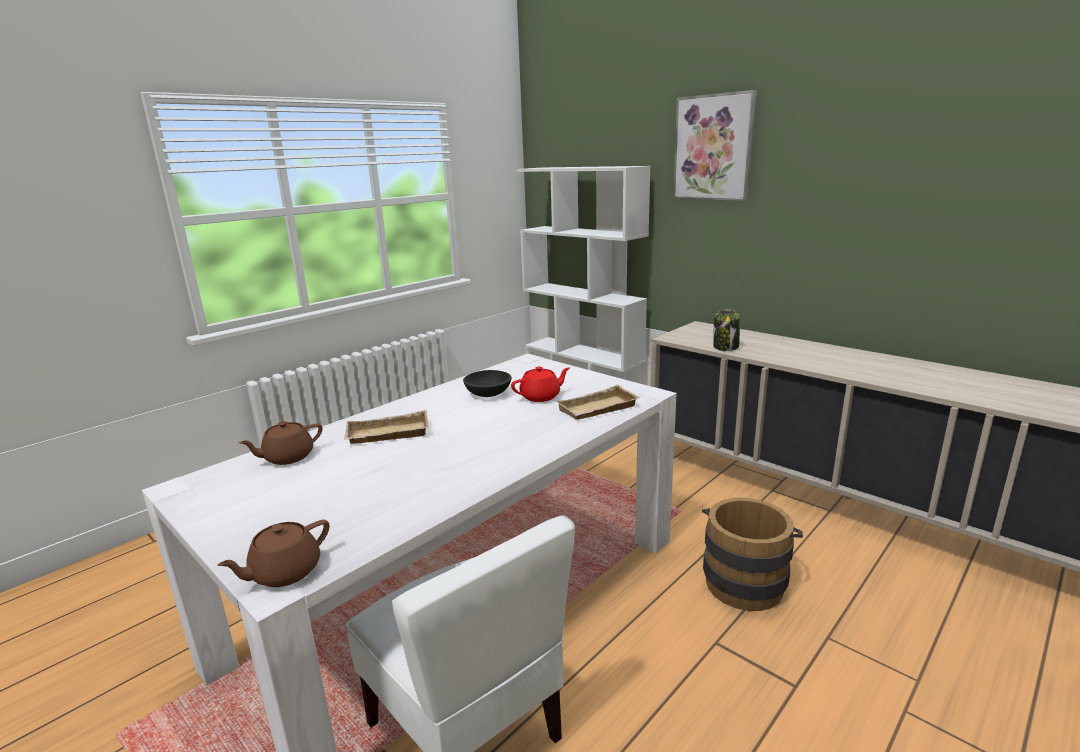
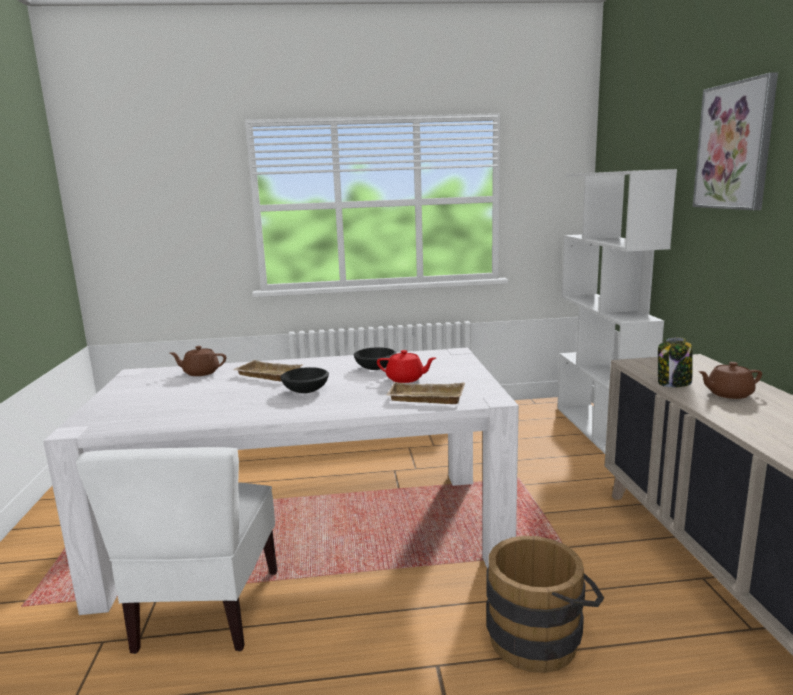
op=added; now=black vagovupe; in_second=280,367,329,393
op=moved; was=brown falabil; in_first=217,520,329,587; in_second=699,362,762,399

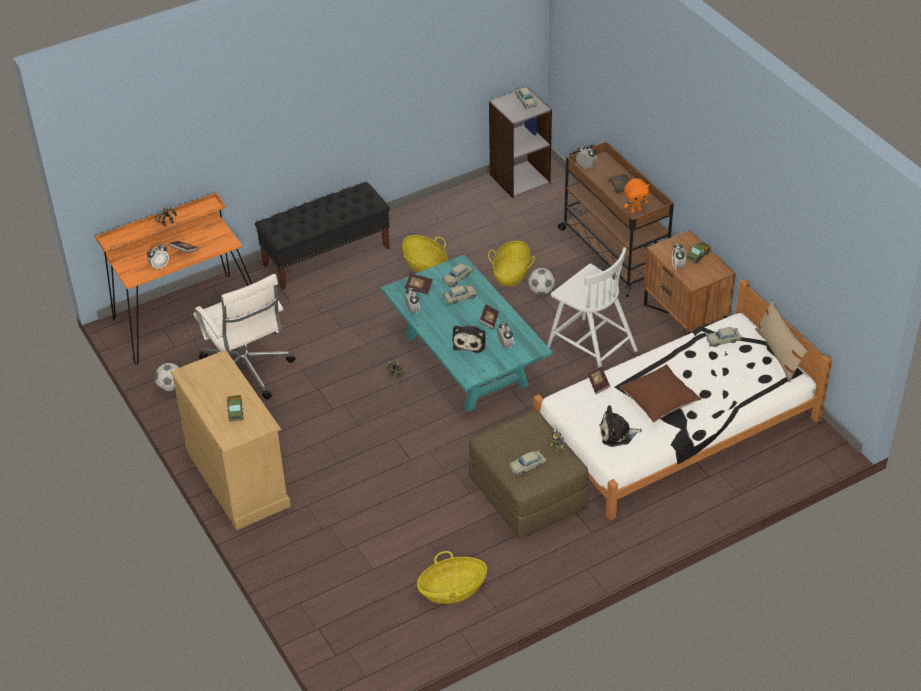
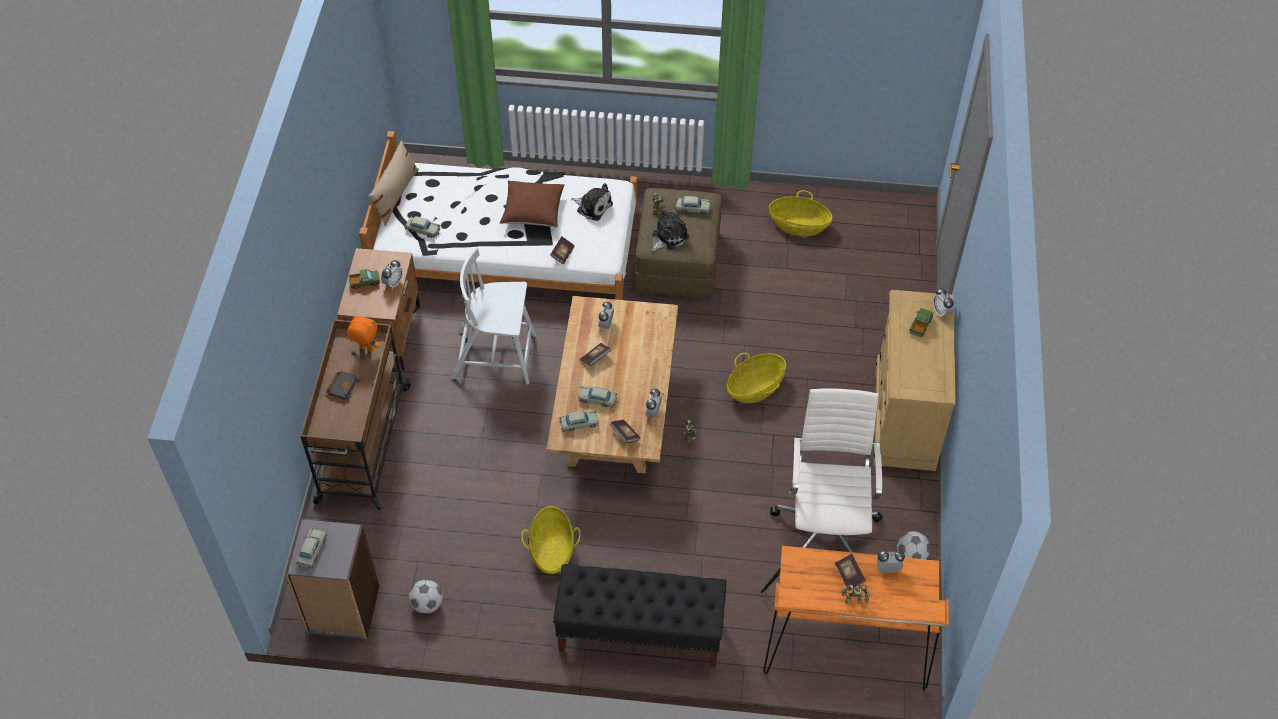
op=moved; was=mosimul; in_first=452,325,485,353; in_second=652,210,689,252
op=moved; was=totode; in_first=488,241,535,286; in_second=726,353,786,403
op=moved; was=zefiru; in_first=528,268,555,295; in_second=409,580,443,614
op=moved; was=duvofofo; in_first=576,145,596,168; in_second=933,288,954,318
op=recoloured; was=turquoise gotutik; now=beige gotutik; in_first=381,255,553,412; in_second=547,296,678,473
op=turned; was=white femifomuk; in_first=547,247,638,368; in_second=451,248,536,385; clockwise=-75

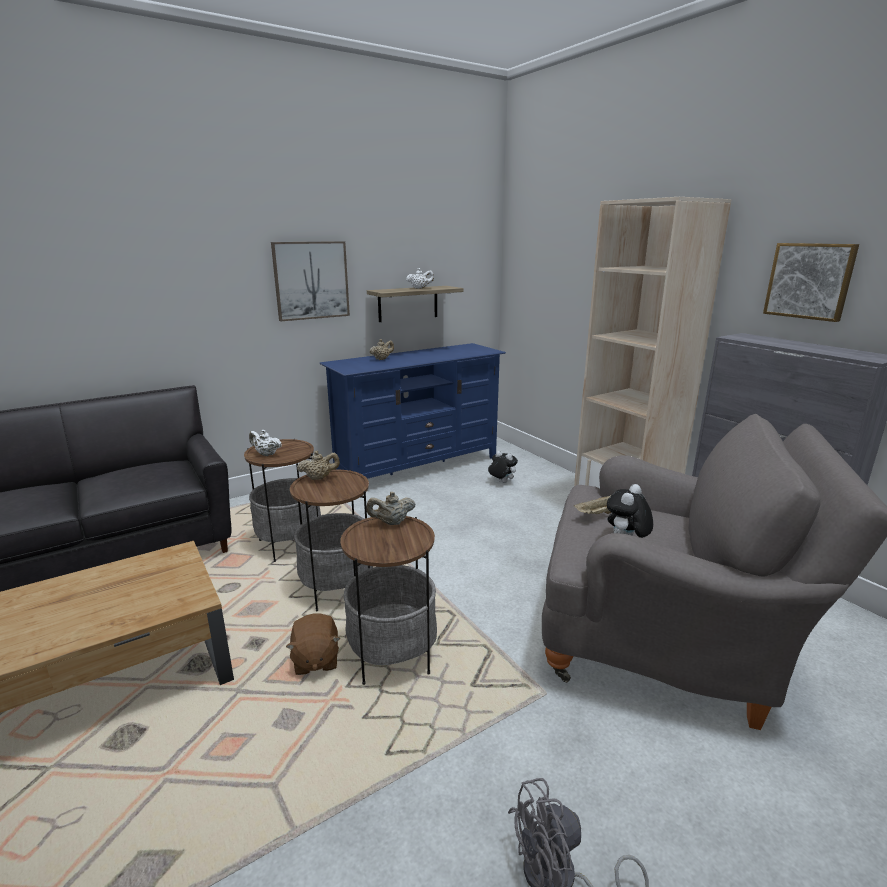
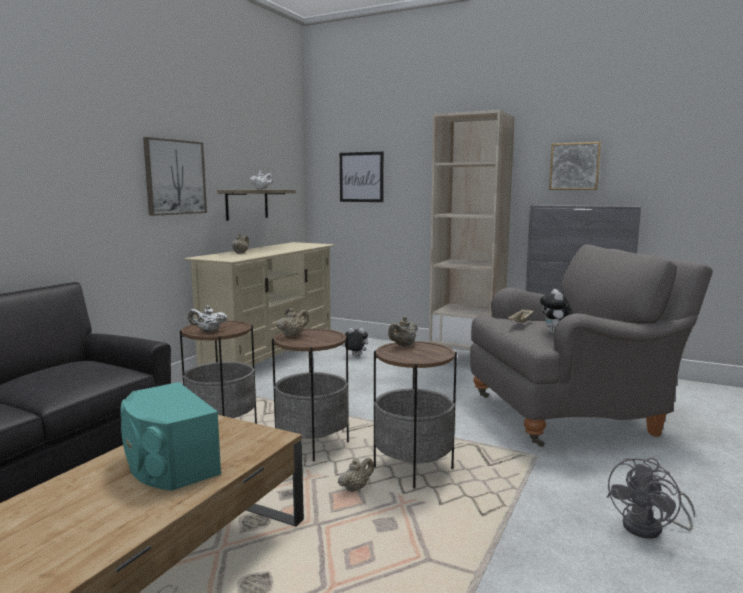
op=added; now=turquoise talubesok; in_second=120,382,221,491
op=added; now=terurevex; in_second=340,152,384,202
op=replaced; was=brown mosimul; now=beige falabil; in_first=286,614,340,675; in_second=338,458,374,492
op=recoloured; was=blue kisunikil; now=beige kisunikil; in_first=319,343,506,479; in_second=184,242,335,367

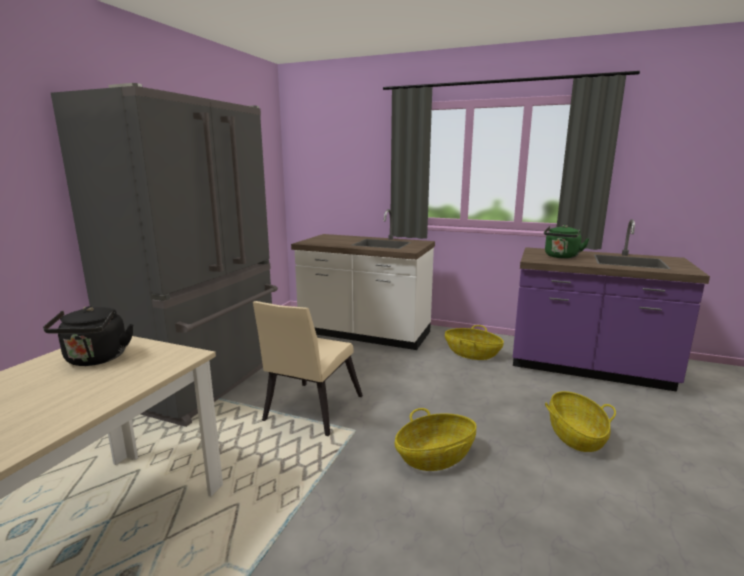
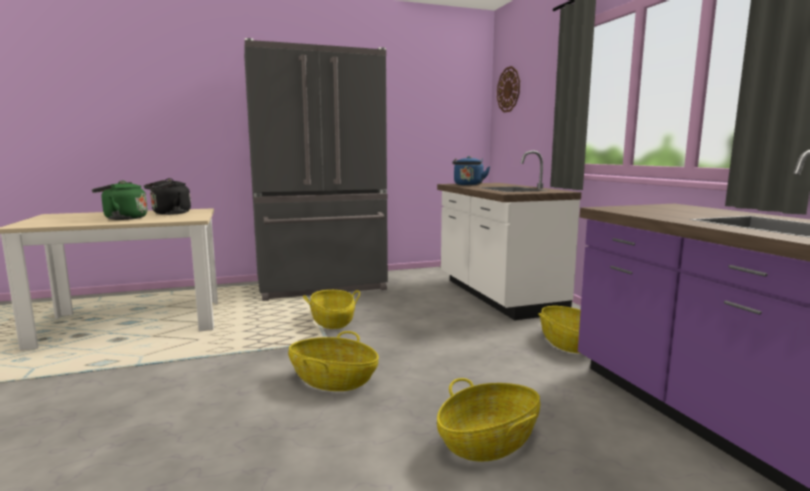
op=added; now=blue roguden; in_second=452,156,490,185
op=added; now=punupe; in_second=497,66,520,113
op=moved; was=green roguden; in_first=544,225,590,259; in_second=92,181,147,220
op=replaced; was=beige femifomuk; now=totode; in_first=253,301,363,436; in_second=303,290,360,329

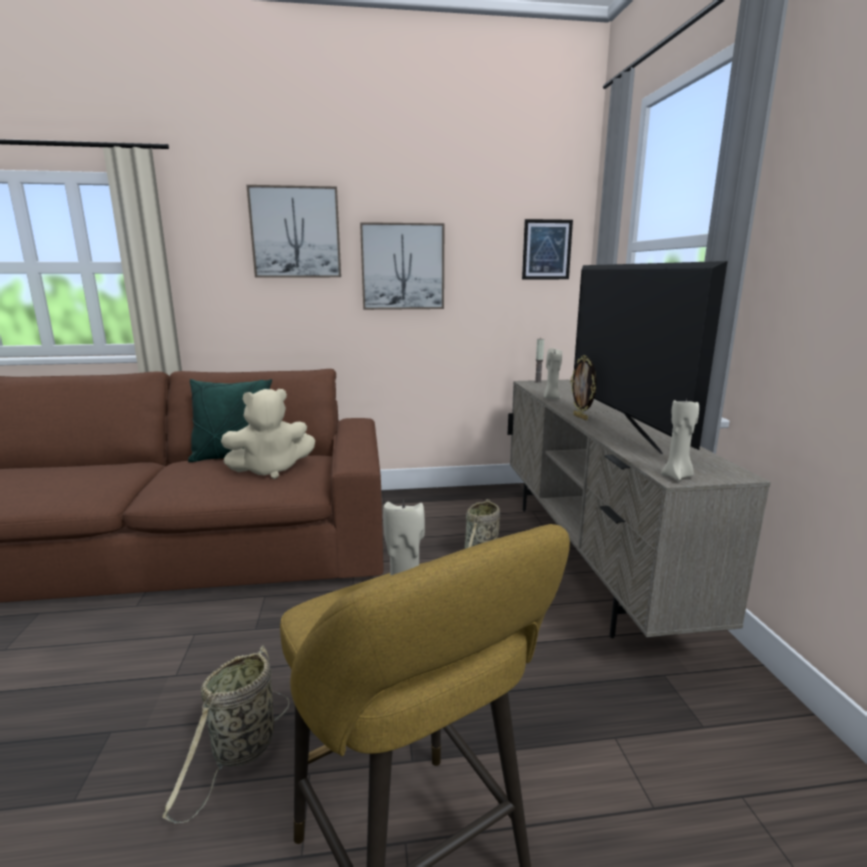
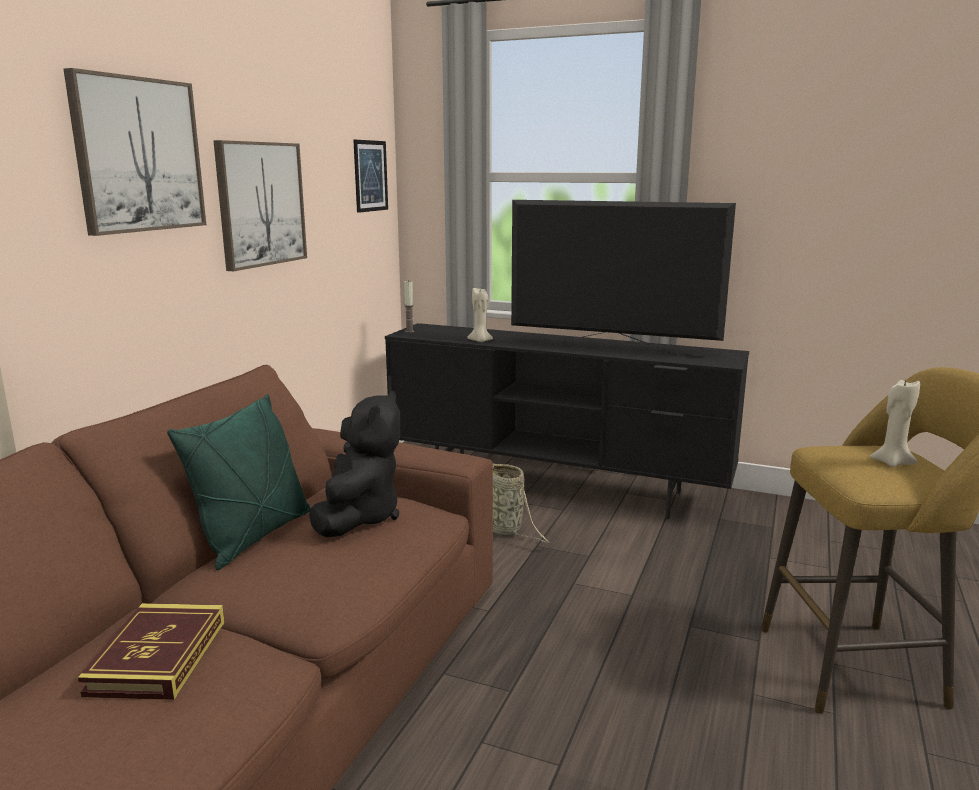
op=removed; was=totode; in_first=162,646,289,824
op=removed; was=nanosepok; in_first=570,355,596,420
op=removed; was=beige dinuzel; in_first=661,399,699,481
op=added; now=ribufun; in_second=78,603,224,700
op=recoloured; was=beige mosimul; now=black mosimul; in_first=221,389,315,479; in_second=309,390,400,537
op=recoloured; was=beige kisunikil; now=black kisunikil; in_first=508,380,771,638; in_second=385,323,749,519

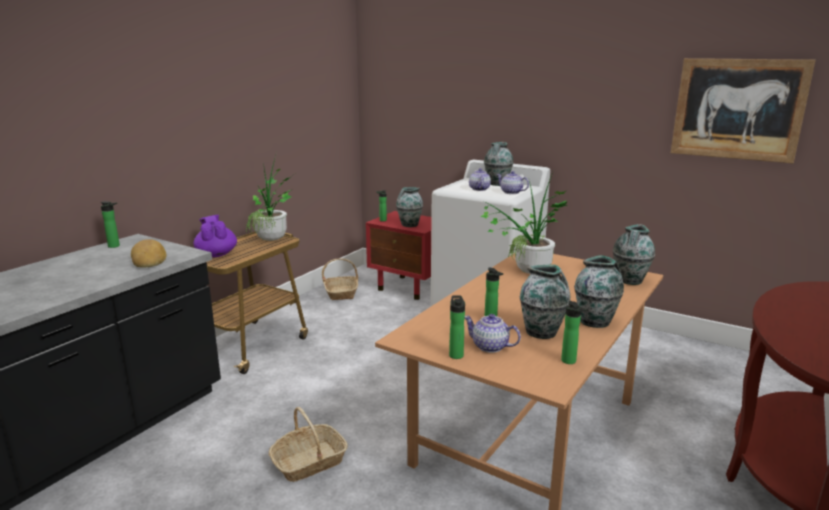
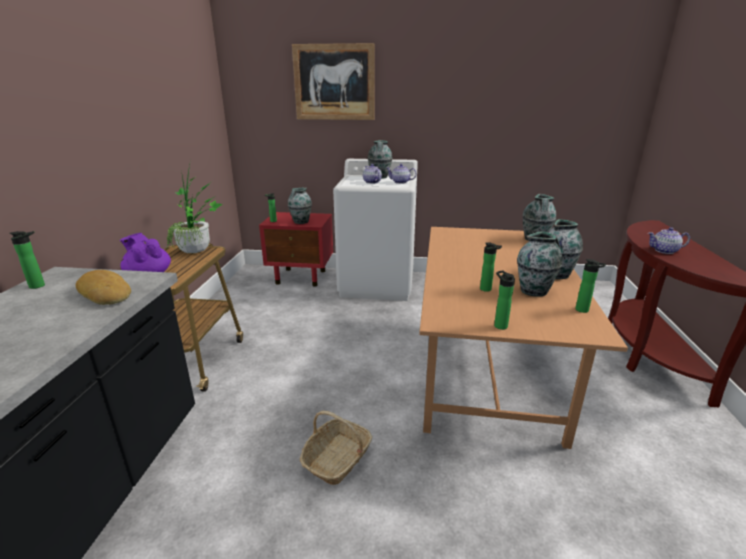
op=removed; was=totode; in_first=322,258,358,300
op=removed; was=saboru; in_first=480,172,567,274
op=moved; was=falabil; in_first=465,314,521,353; in_second=648,227,690,254
op=moved; was=terurevex; in_first=671,58,816,164; in_second=292,43,375,120

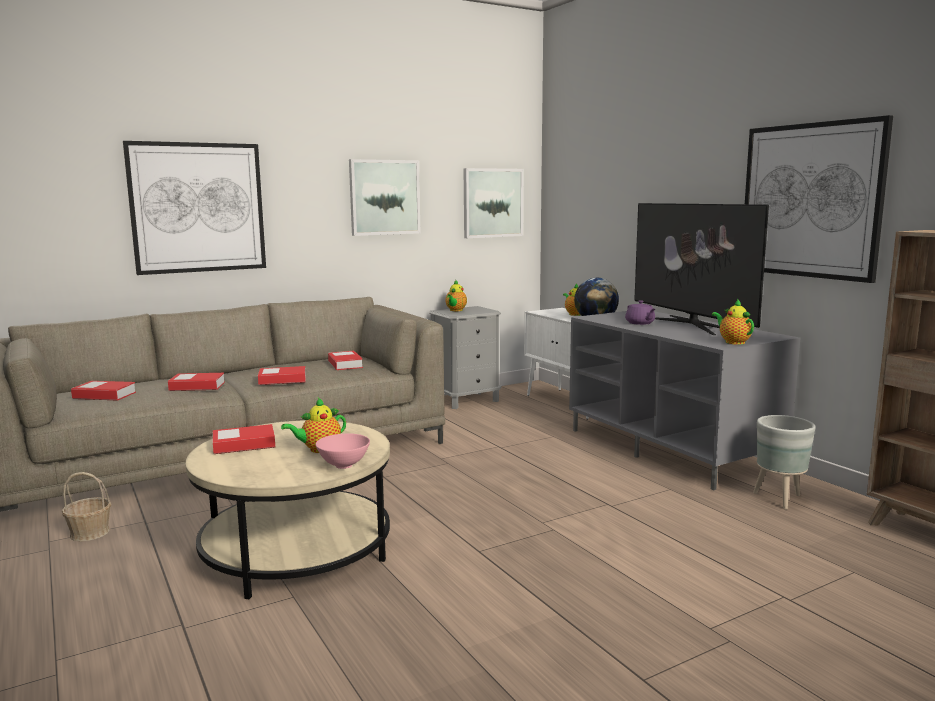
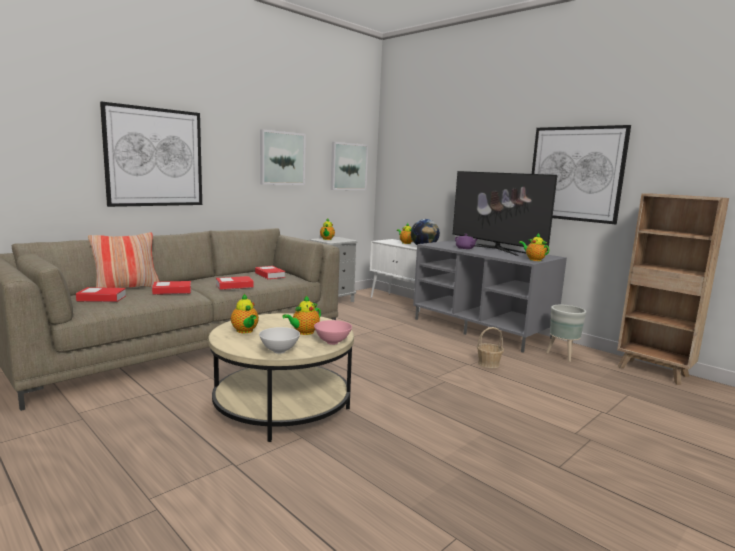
op=added; now=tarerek; in_second=88,232,160,288
op=added; now=white vagovupe; in_second=259,327,300,354
op=moved; was=totode; in_first=62,472,111,541; in_second=477,327,504,368
op=replaced; was=ribufun; now=falabil; in_first=213,424,275,454; in_second=231,294,259,333

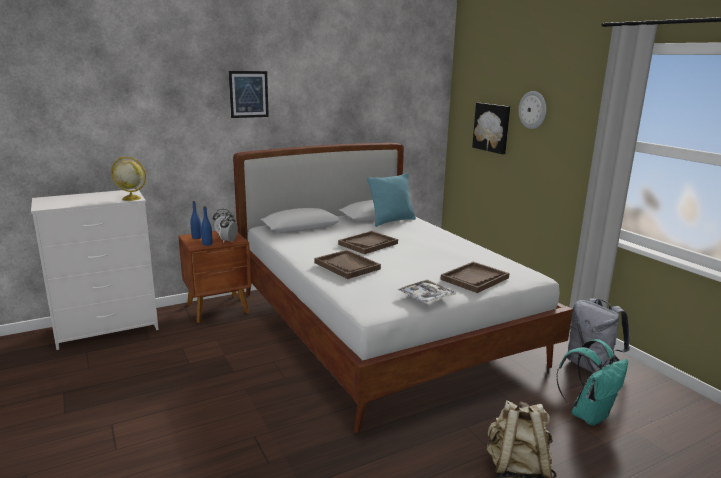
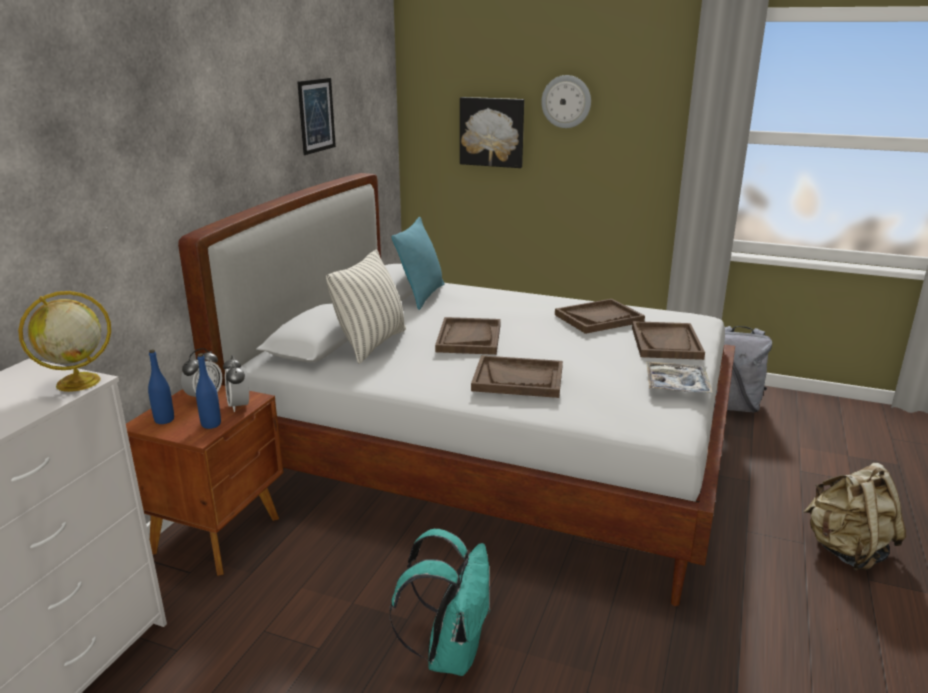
op=added; now=tarerek; in_second=326,250,406,364
op=added; now=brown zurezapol; in_second=555,299,645,334
op=moved; was=terurevex; in_first=229,71,269,118; in_second=297,78,336,155
op=moved; was=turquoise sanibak; in_first=556,339,628,426; in_second=390,529,491,676

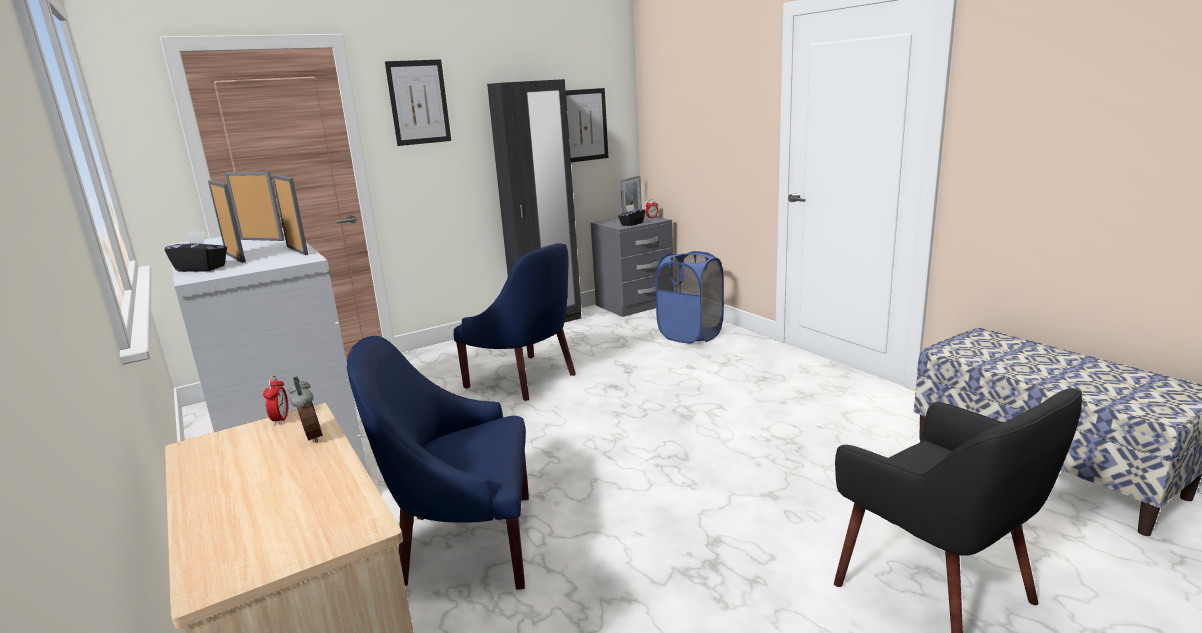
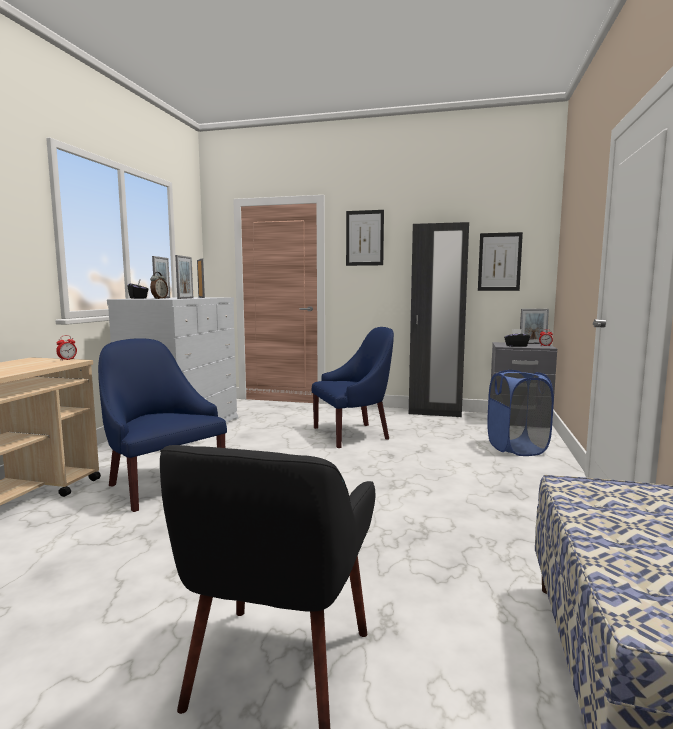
op=moved; was=duvofofo; in_first=289,377,323,443; in_second=150,272,168,299
op=turned; was=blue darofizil; in_first=454,243,576,401; in_second=312,327,394,448; clockwise=-105

